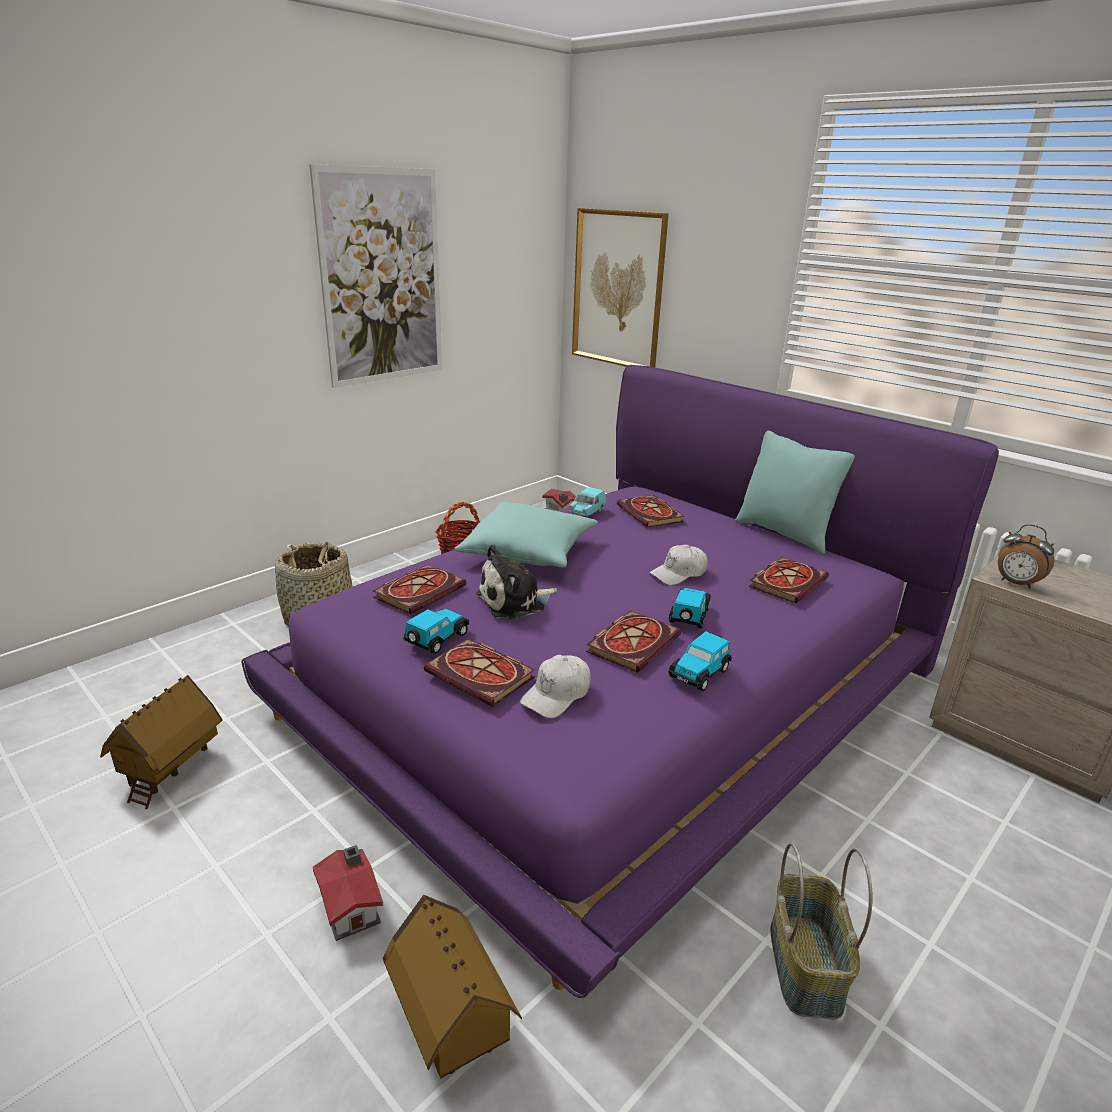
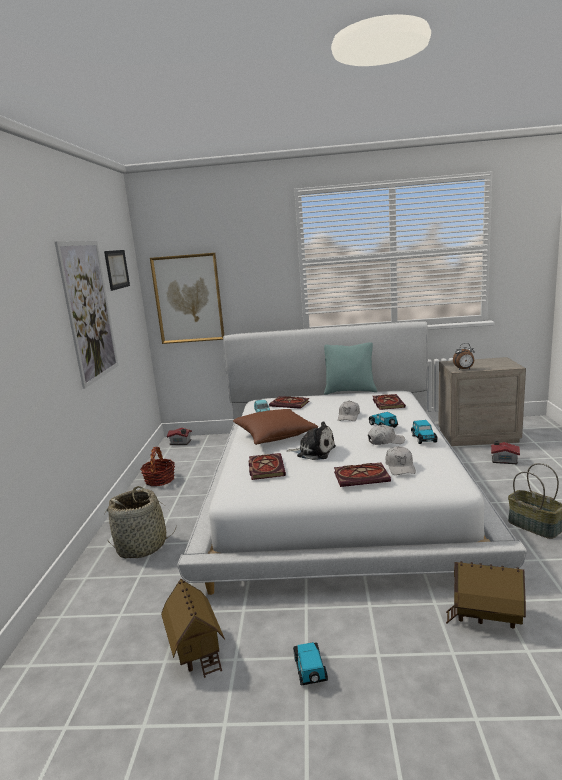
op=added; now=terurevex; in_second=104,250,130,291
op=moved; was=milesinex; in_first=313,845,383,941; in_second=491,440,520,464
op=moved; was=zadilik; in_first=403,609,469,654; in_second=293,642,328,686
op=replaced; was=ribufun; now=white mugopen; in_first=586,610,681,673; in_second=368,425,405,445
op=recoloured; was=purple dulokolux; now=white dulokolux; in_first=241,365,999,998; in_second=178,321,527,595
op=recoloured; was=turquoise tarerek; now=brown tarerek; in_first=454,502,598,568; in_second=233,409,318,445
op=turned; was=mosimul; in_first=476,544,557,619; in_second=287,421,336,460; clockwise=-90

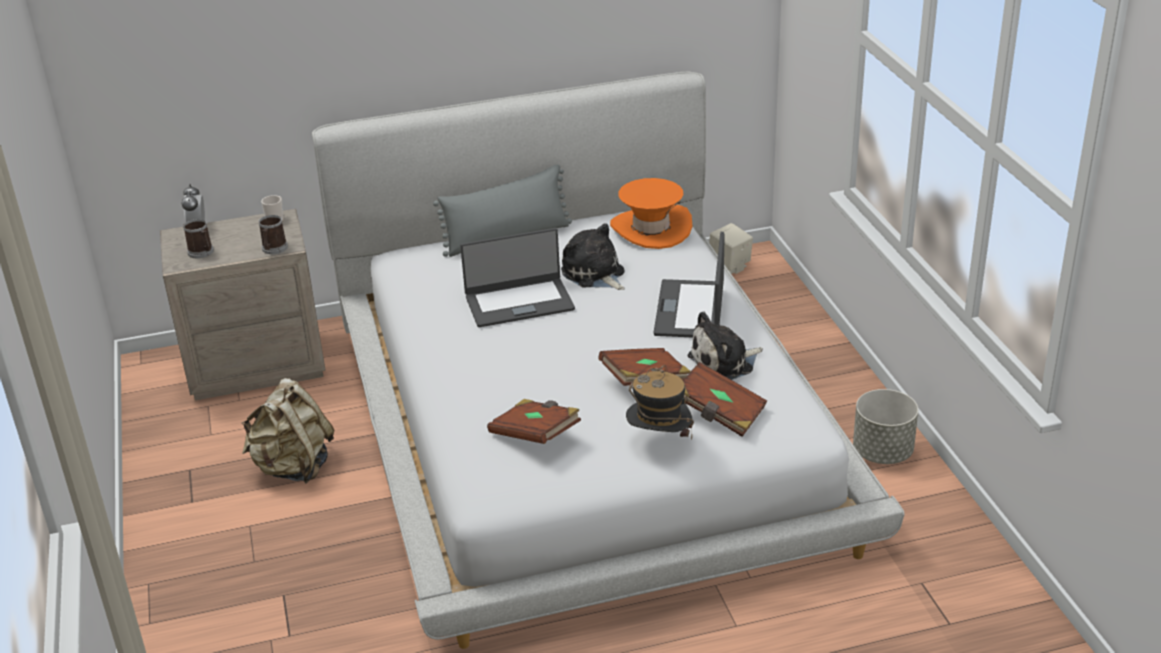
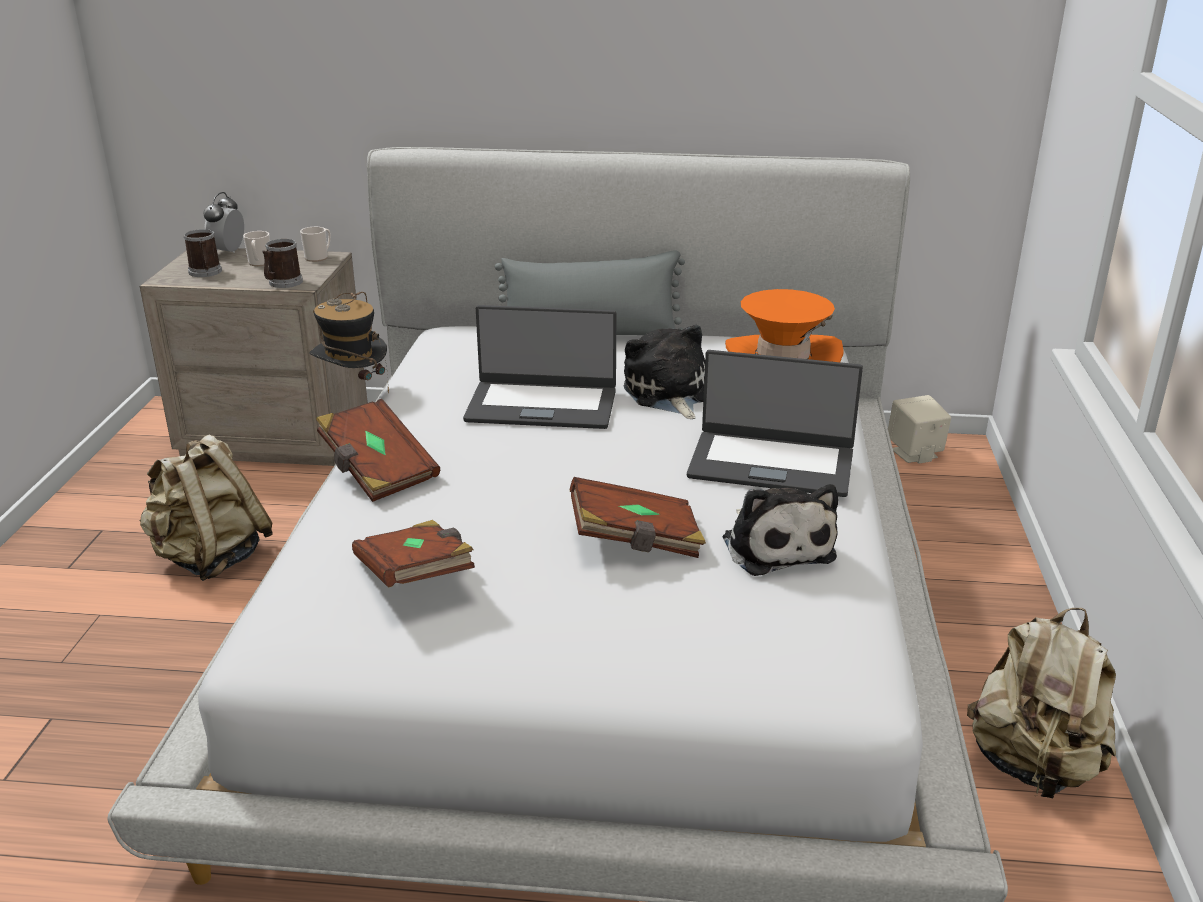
op=added; now=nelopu; in_second=243,231,270,266
op=moved; was=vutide; in_first=626,365,694,440; in_second=309,292,389,394
op=moved; was=brown ribufun; in_first=683,362,767,437; in_second=316,399,440,502
op=replaced; was=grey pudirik; now=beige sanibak; in_first=853,389,918,464; in_second=967,608,1116,798
op=turned; was=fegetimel; in_first=654,232,725,337; in_second=687,350,863,497; clockwise=-105
op=turned; was=mosimul; in_first=687,311,763,380; in_second=722,484,838,576; clockwise=-105

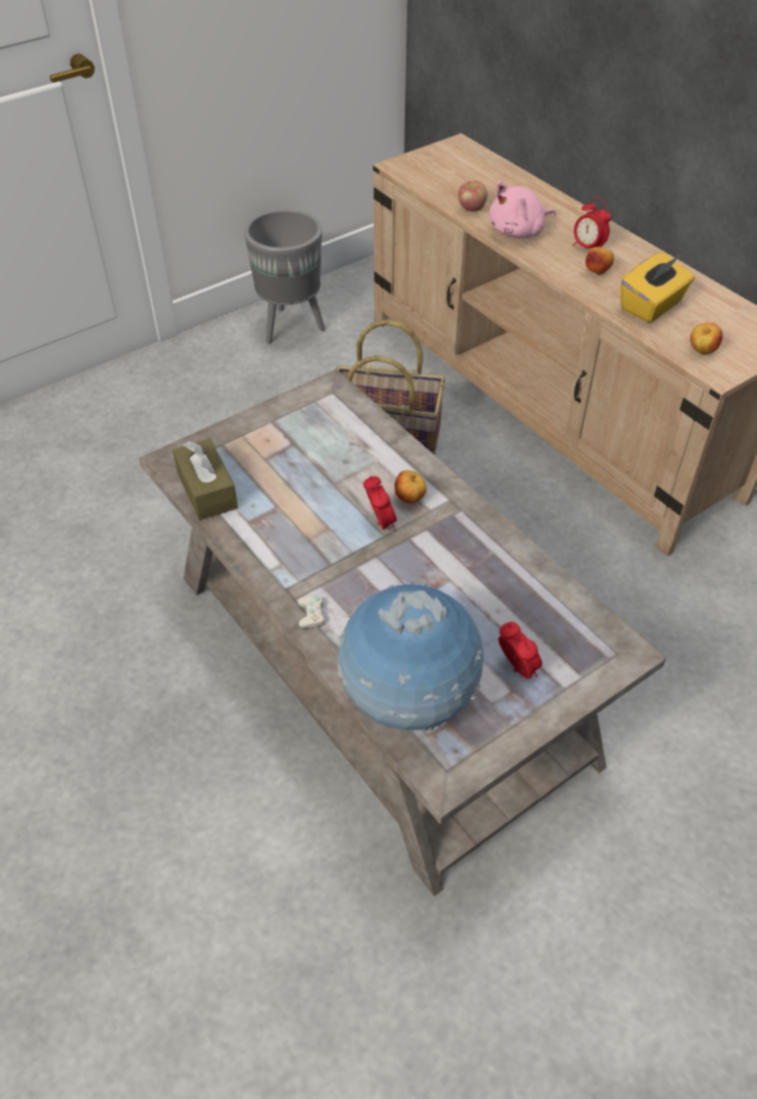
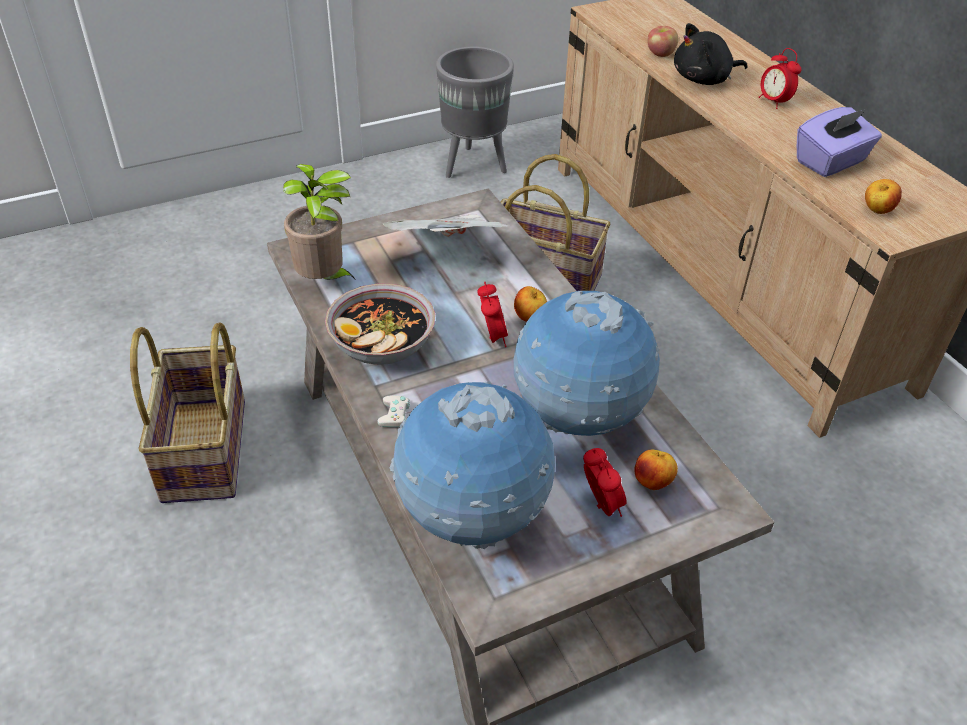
op=added; now=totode; in_second=130,322,245,503
op=added; now=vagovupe; in_second=325,283,435,365
op=added; now=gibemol; in_second=383,215,510,237
op=added; now=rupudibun; in_second=514,291,660,436
op=moved; was=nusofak; in_first=585,246,614,274; in_second=634,450,678,490
op=replaced; was=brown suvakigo; now=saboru; in_first=173,438,238,520; in_second=283,164,356,280
op=recoloured; was=pink mosimul; now=black mosimul; in_first=489,181,557,238; in_second=674,23,748,85
op=recoloured; was=yellow suvakigo; now=purple suvakigo; in_first=620,252,695,323; in_second=797,107,882,177

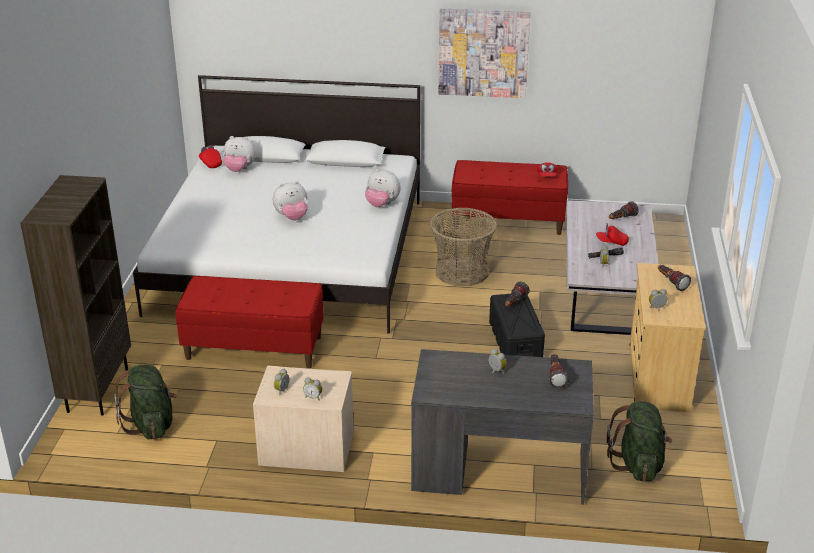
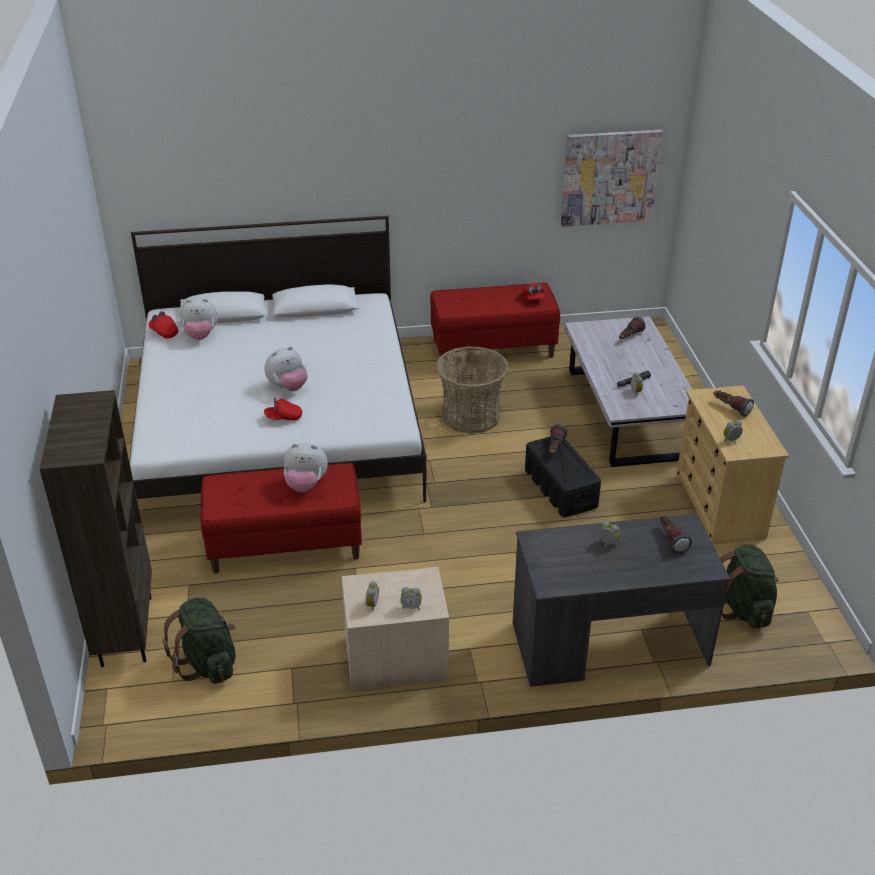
op=moved; was=mosimul; in_first=365,169,401,207; in_second=284,443,328,493
op=moved; was=terurevex; in_first=439,8,530,98; in_second=561,130,663,227
op=moved; was=red mugopen; in_first=596,223,629,246; in_second=264,397,302,420

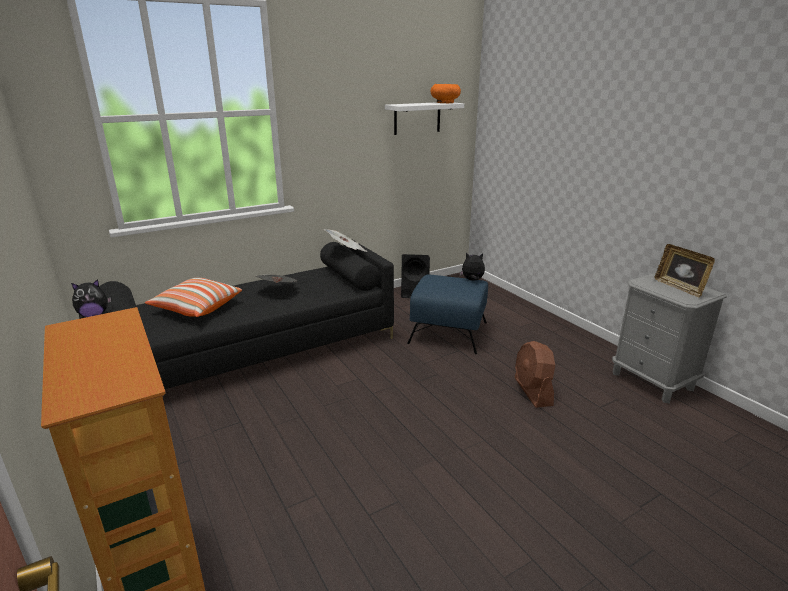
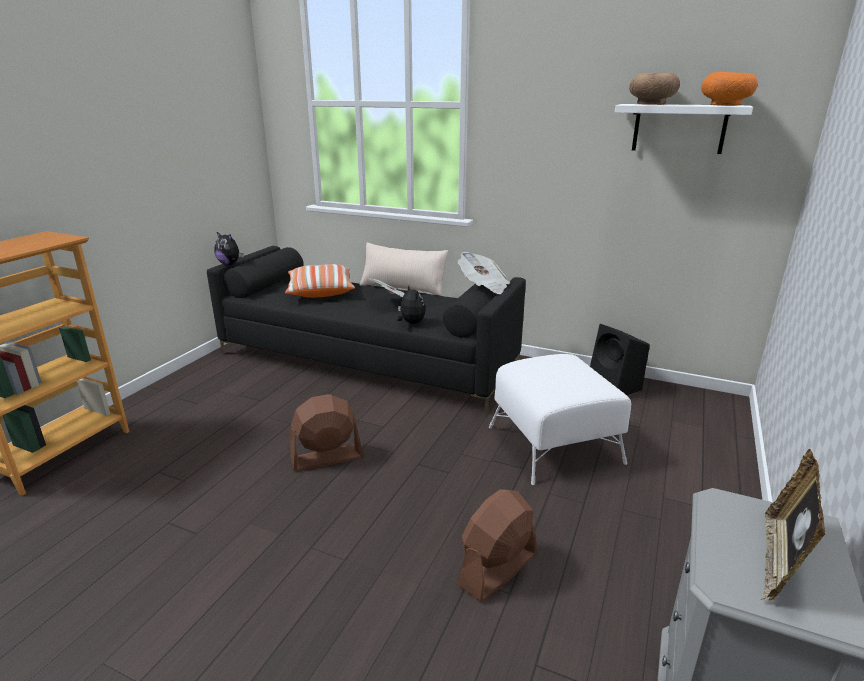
op=added; now=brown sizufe; in_second=290,394,364,471
op=added; now=beige tarerek; in_second=359,243,448,296
op=added; now=brown vagovupe; in_second=629,73,680,105
op=moved; was=mosimul; in_first=460,253,485,281; in_second=397,285,426,324
op=recoloured; was=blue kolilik; now=white kolilik; in_first=407,274,488,354; in_second=489,354,631,485

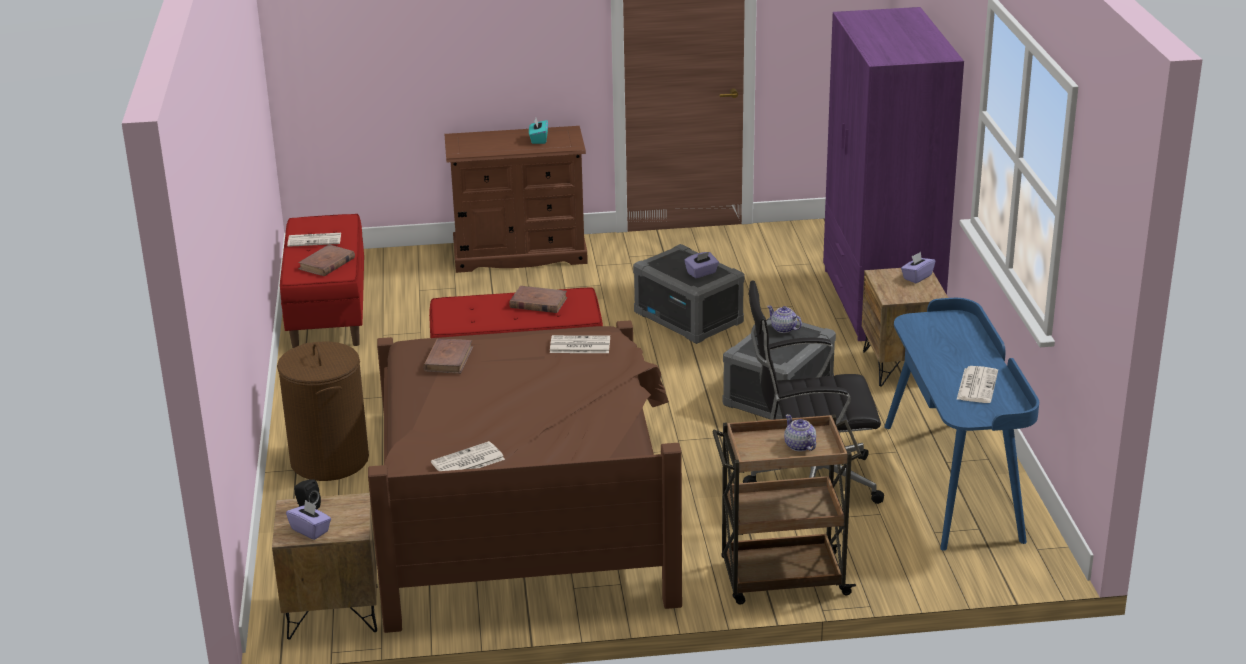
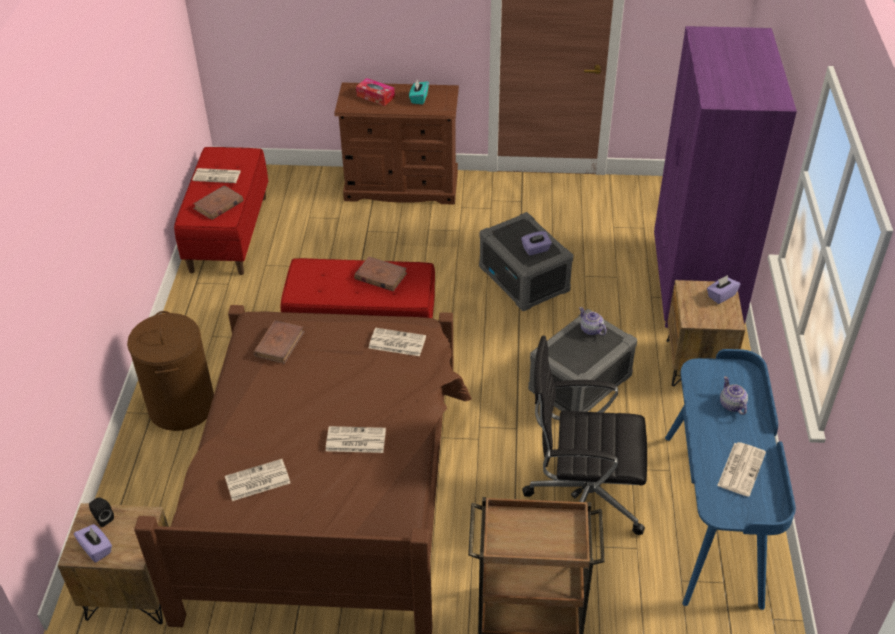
op=added; now=gibemol; in_second=326,426,386,453
op=added; now=suvakigo; in_second=356,78,395,106
op=moved; was=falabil; in_first=784,414,816,451; in_second=720,376,748,415

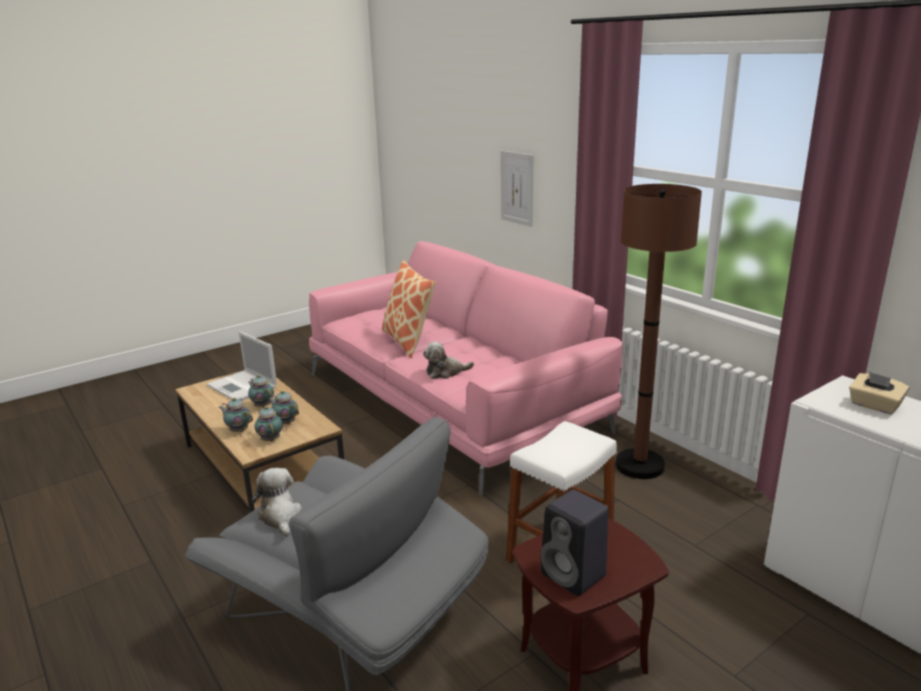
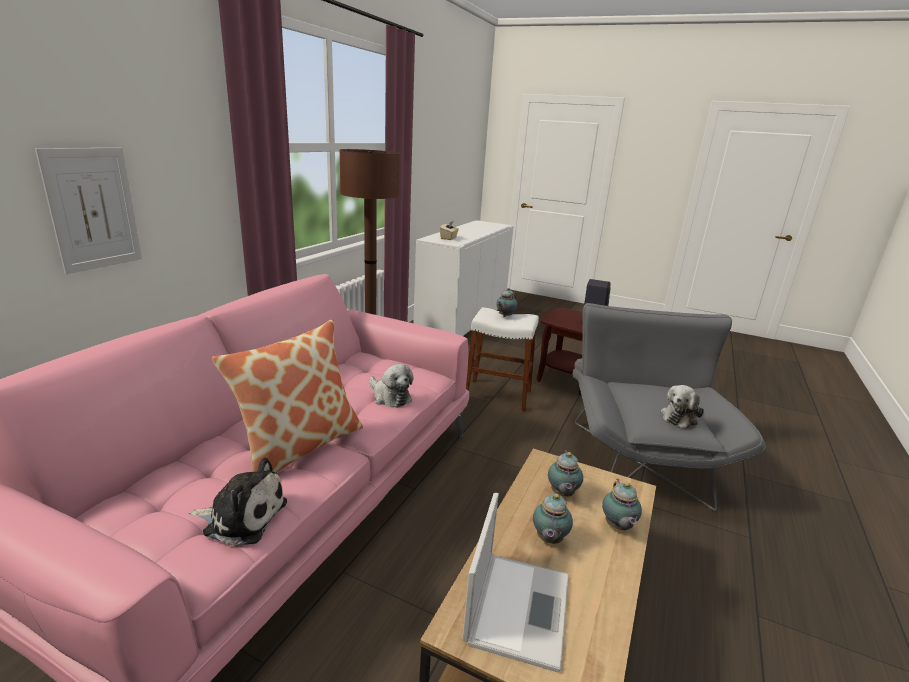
op=added; now=mosimul; in_second=189,457,287,545
op=moved; was=falabil; in_first=255,406,283,442; in_second=496,288,517,317

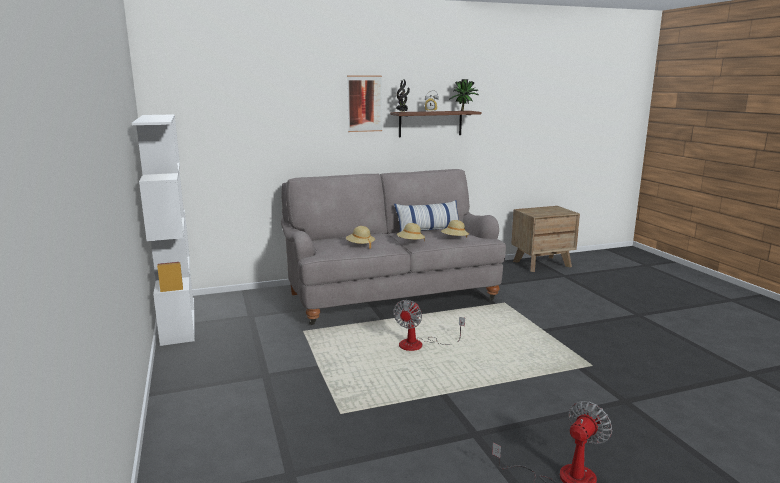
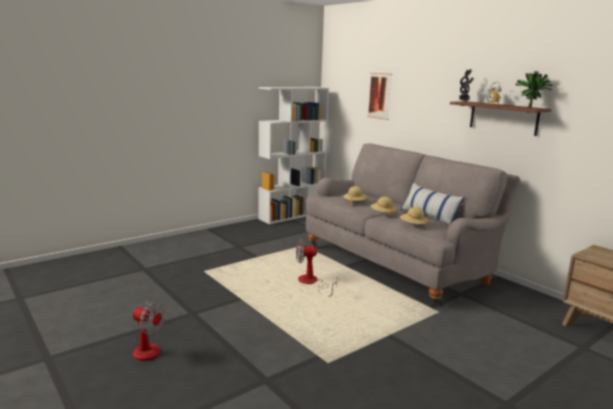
op=moved; was=terurevex; in_first=347,76,382,132; in_second=367,73,392,120

